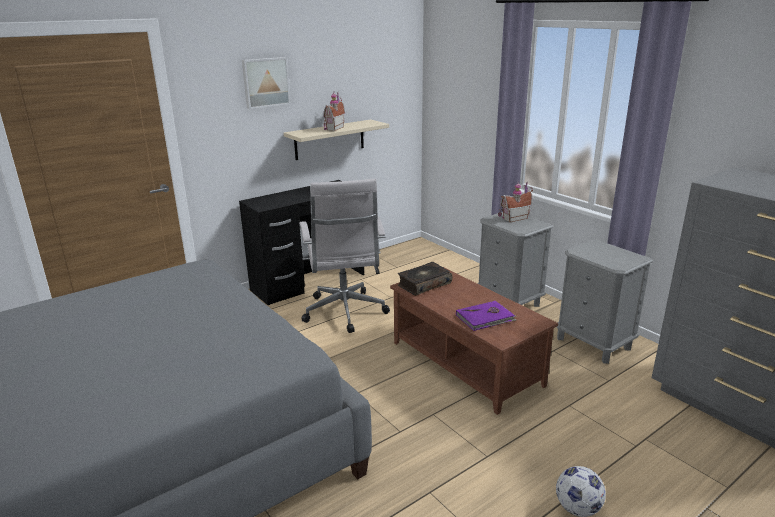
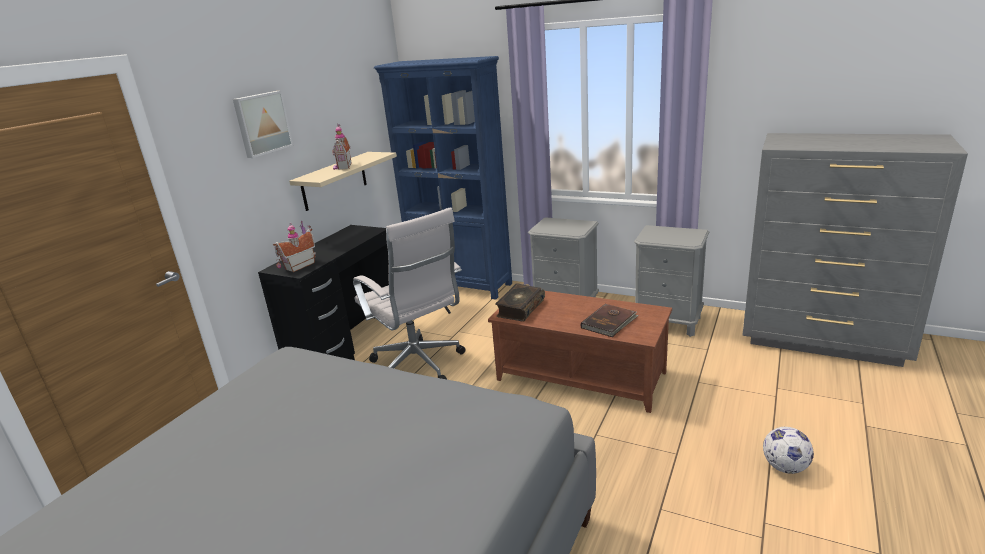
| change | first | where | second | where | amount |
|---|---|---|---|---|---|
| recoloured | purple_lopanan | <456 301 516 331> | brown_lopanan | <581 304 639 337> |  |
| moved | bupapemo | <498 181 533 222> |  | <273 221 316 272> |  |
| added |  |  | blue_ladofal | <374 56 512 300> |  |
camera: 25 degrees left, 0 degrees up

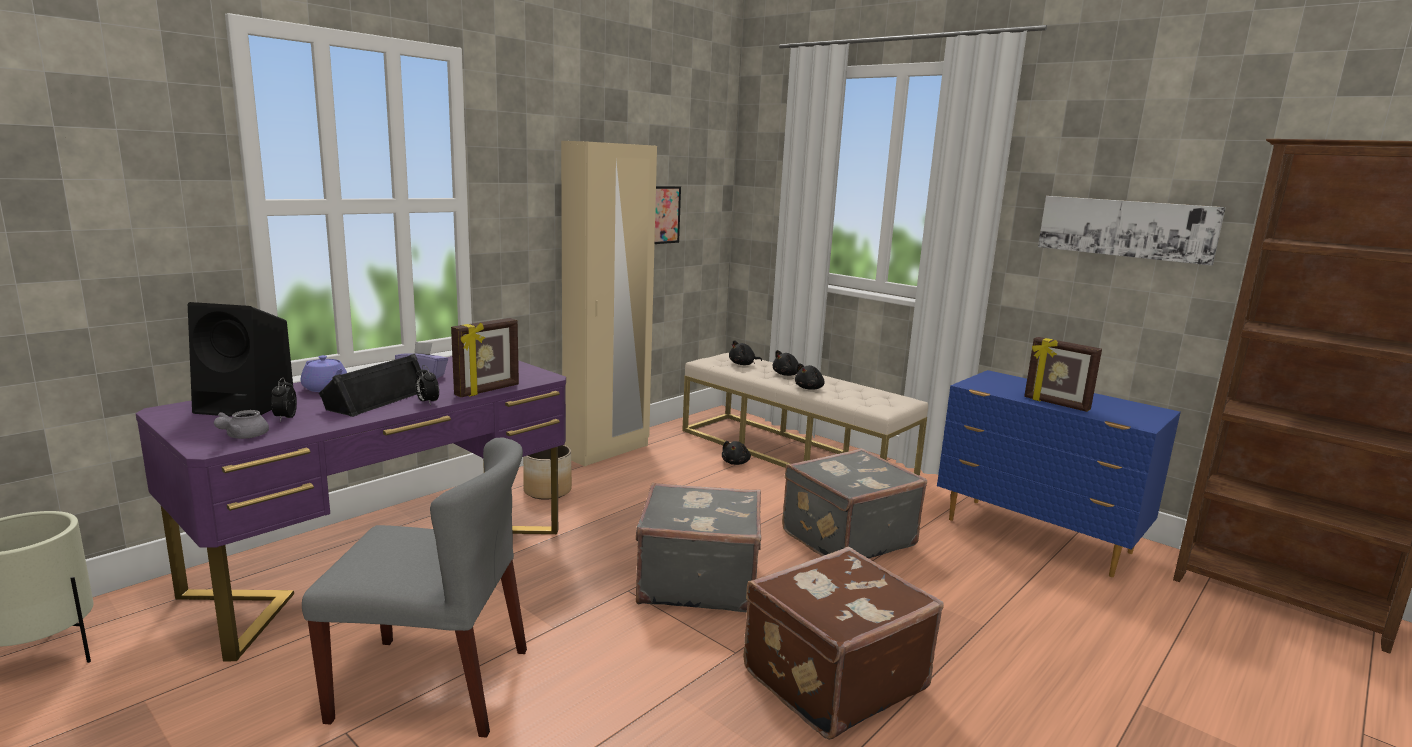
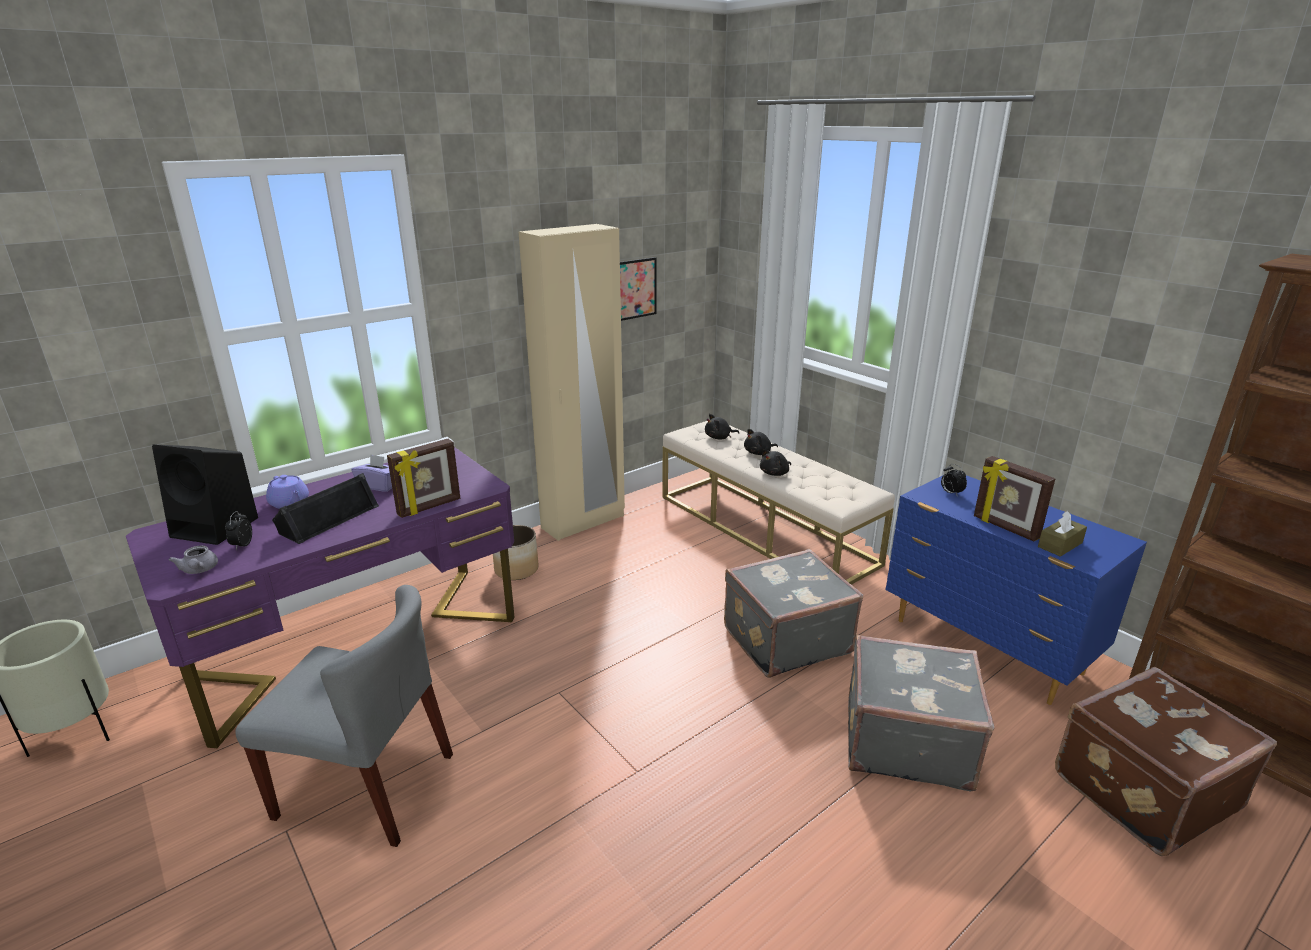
| change | first | where | second | where | amount |
|---|---|---|---|---|---|
| turned | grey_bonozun | <214 410 269 439> |  | <169 545 218 574> | 45 degrees counterclockwise |
| moved | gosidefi | <415 365 439 405> |  | <941 464 967 497> |  |
| moved | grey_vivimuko | <636 483 761 612> |  | <848 634 994 791> |  |
| removed | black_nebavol | <722 441 751 465> |  |  |  |
| moved | brown_vivimuko | <743 547 944 740> |  | <1055 667 1277 856> |  |
| removed | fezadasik | <1038 196 1226 266> |  |  |  |
| added |  |  | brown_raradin | <1038 511 1087 557> |  |
camera: 10 degrees right, 10 degrees up

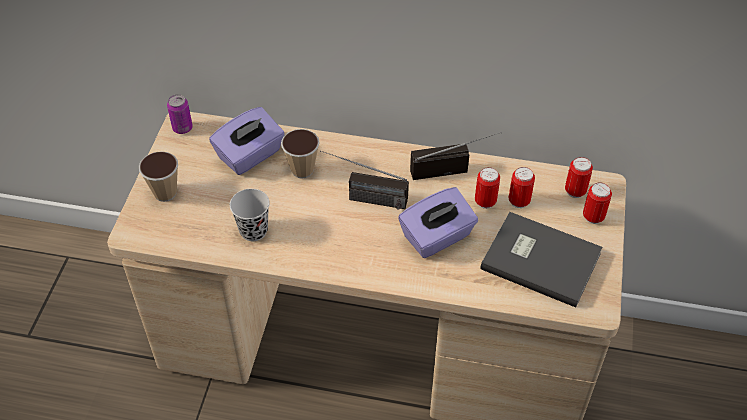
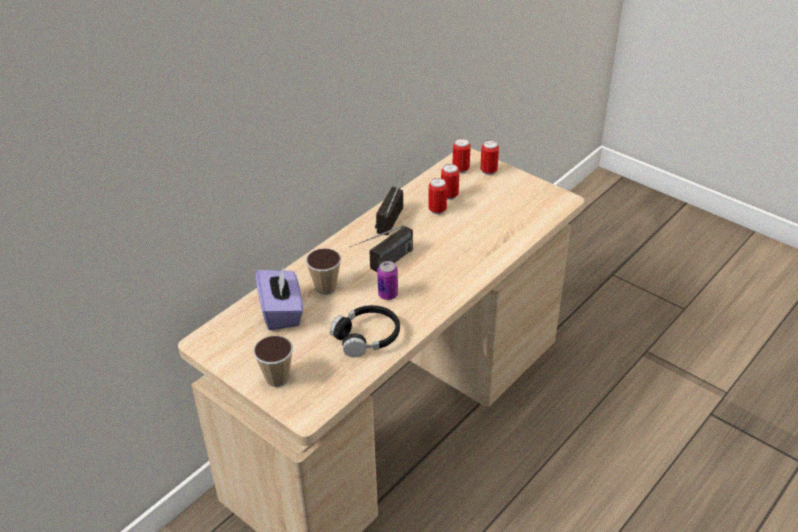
| change | first | where | second | where | amount |
|---|---|---|---|---|---|
| moved | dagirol | <167 94 193 134> |  | <377 261 398 300> |  |
| replaced | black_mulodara | <230 189 270 241> | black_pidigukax | <330 305 400 357> |  |
| removed | purple_raradin | <398 187 478 258> |  |  |  |
| removed | grey_lopanan | <480 212 603 308> |  |  |  |
camera: 60 degrees left, 10 degrees down

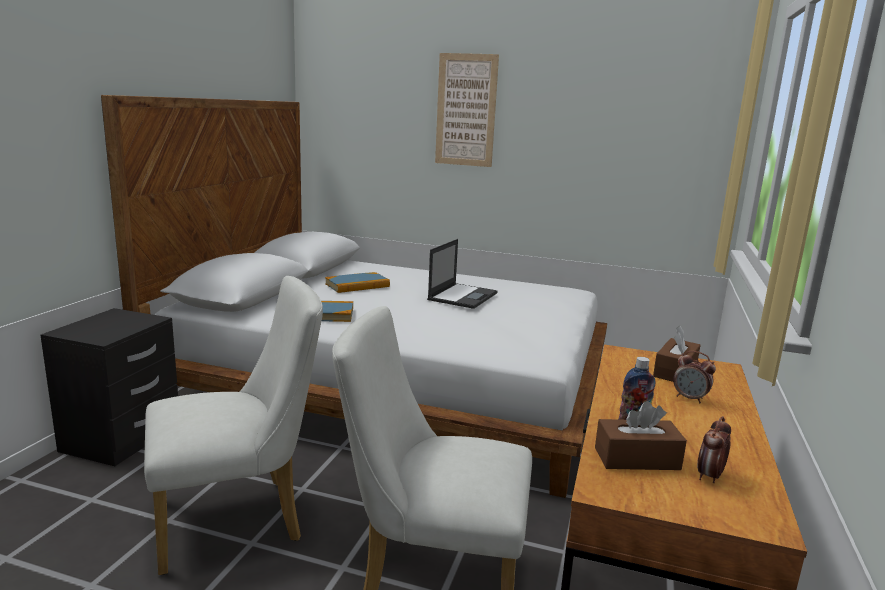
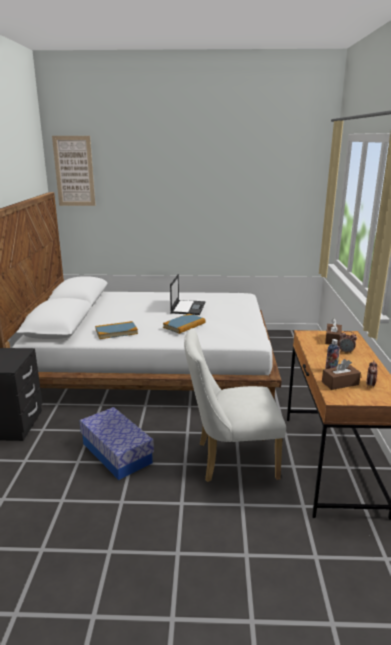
| change | first | where | second | where | amount |
|---|---|---|---|---|---|
| replaced | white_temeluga | <144 276 323 575> | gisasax | <80 407 154 480> |  |
| moved | lopanan | <325 272 390 293> |  | <163 314 205 334> |  |
| moved | fezadasik | <435 53 499 167> |  | <52 136 95 206> |  |
camera: 15 degrees left, 5 degrees up

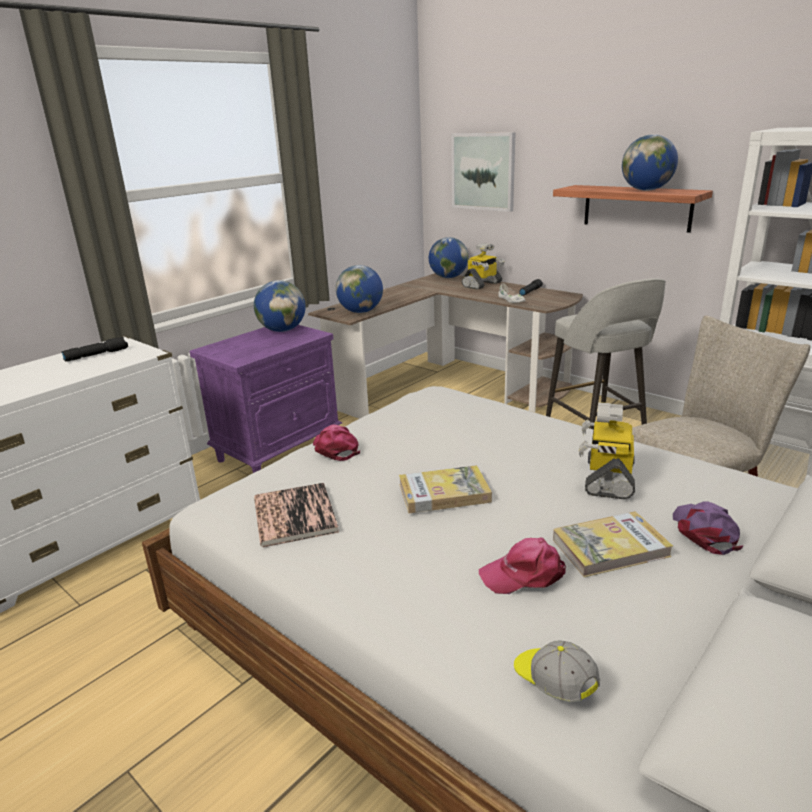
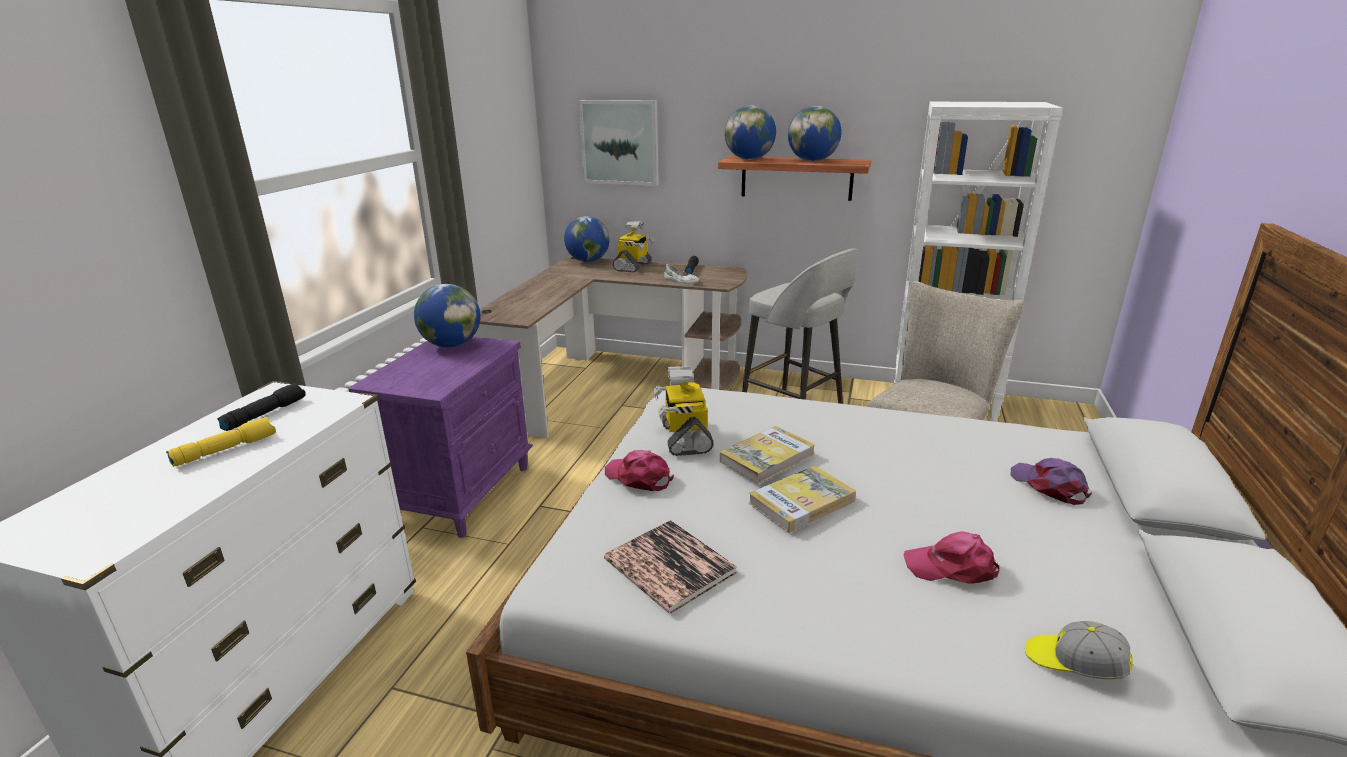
| change | first | where | second | where | amount |
|---|---|---|---|---|---|
| moved | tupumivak | <336 265 383 313> |  | <725 105 776 160> |  |
| turned | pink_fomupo | <479 538 566 594> |  | <904 531 999 584> | 45 degrees clockwise |
| moved | lopanan | <553 512 673 577> |  | <720 426 815 484> |  |
| moved | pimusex | <579 402 635 499> |  | <653 366 714 456> |  |
| added |  |  | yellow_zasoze | <166 417 276 467> |  |
camera: 25 degrees left, 0 degrees up

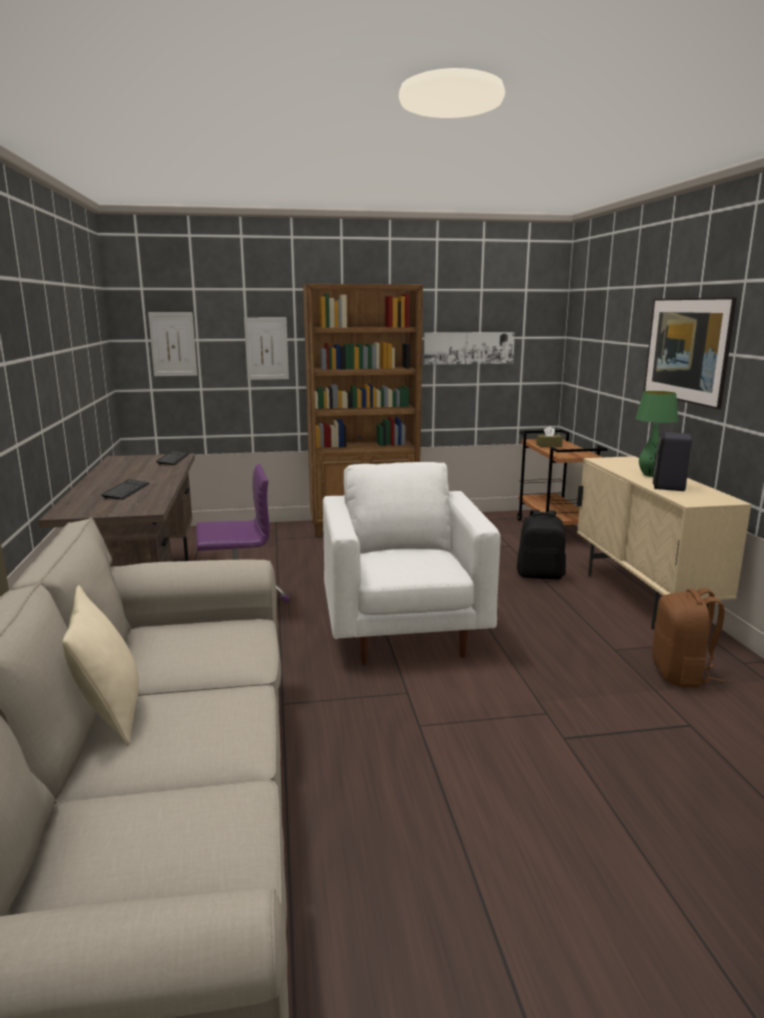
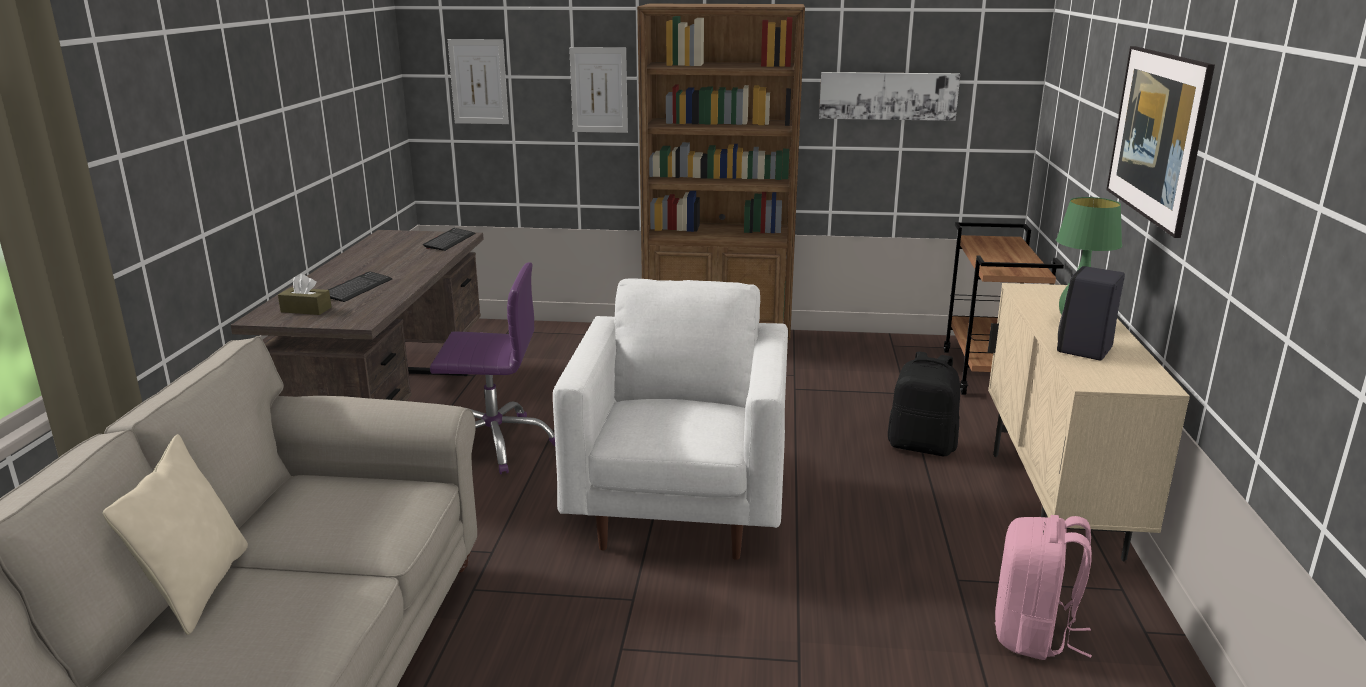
| change | first | where | second | where | amount |
|---|---|---|---|---|---|
| moved | brown_raradin | <536 426 563 447> |  | <278 274 331 315> |  |
| recoloured | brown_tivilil | <652 588 725 688> | pink_tivilil | <995 515 1092 660> |  |
camera: 15 degrees right, 5 degrees up

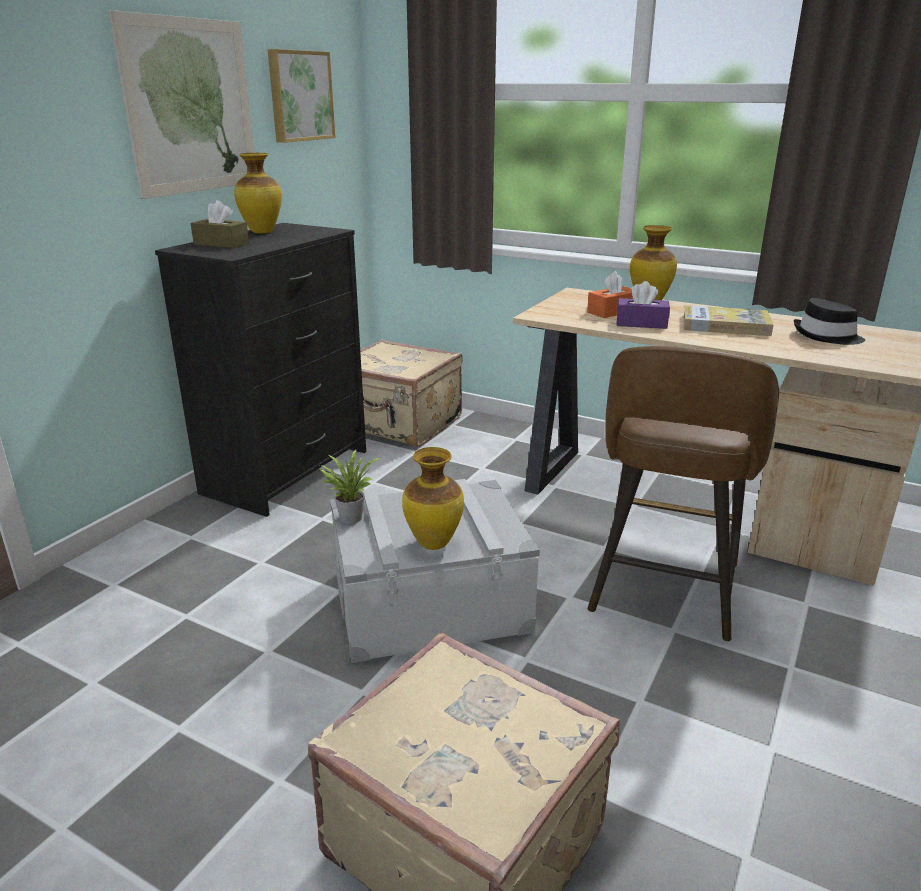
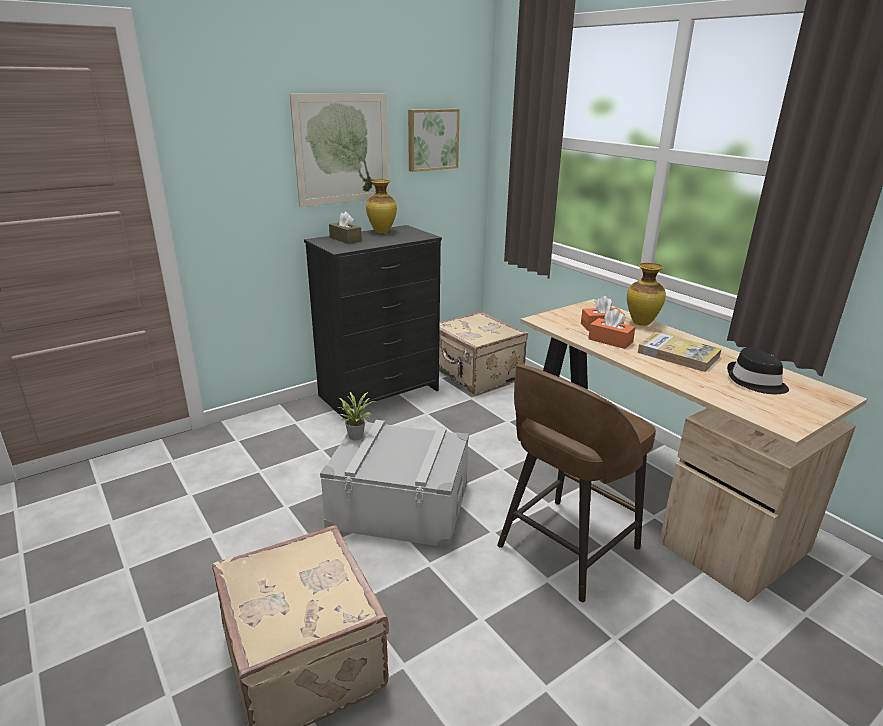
| change | first | where | second | where | amount |
|---|---|---|---|---|---|
| removed | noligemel | <402 447 464 550> |  |  |  |
| recoloured | purple_raradin | <616 281 670 329> | orange_raradin | <588 309 635 349> |  |
camera: 25 degrees right, 0 degrees up

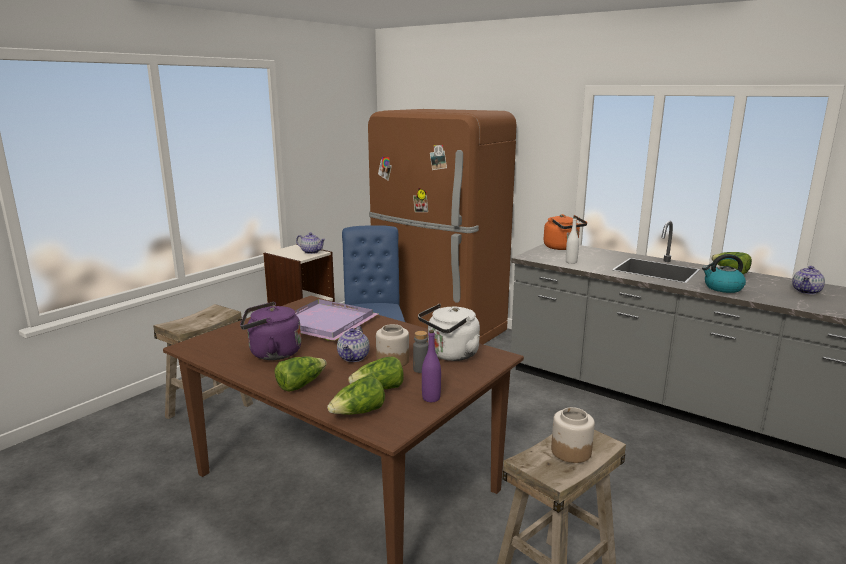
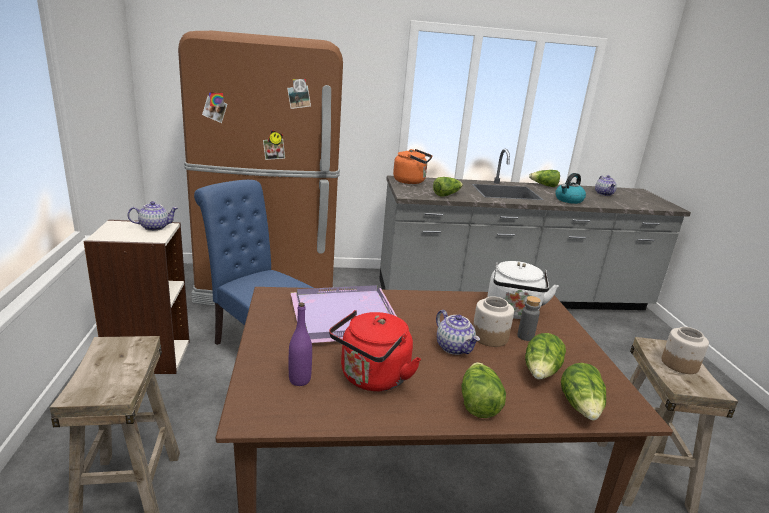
| change | first | where | second | where | amount |
|---|---|---|---|---|---|
| recoloured | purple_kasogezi | <240 302 301 360> | red_kasogezi | <329 310 421 391> |  |
| moved | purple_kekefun | <422 330 441 402> |  | <289 303 312 386> |  |
| replaced | white_kekefun | <566 217 579 264> | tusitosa | <433 177 463 197> |  |
camera: 45 degrees left, 5 degrees up

